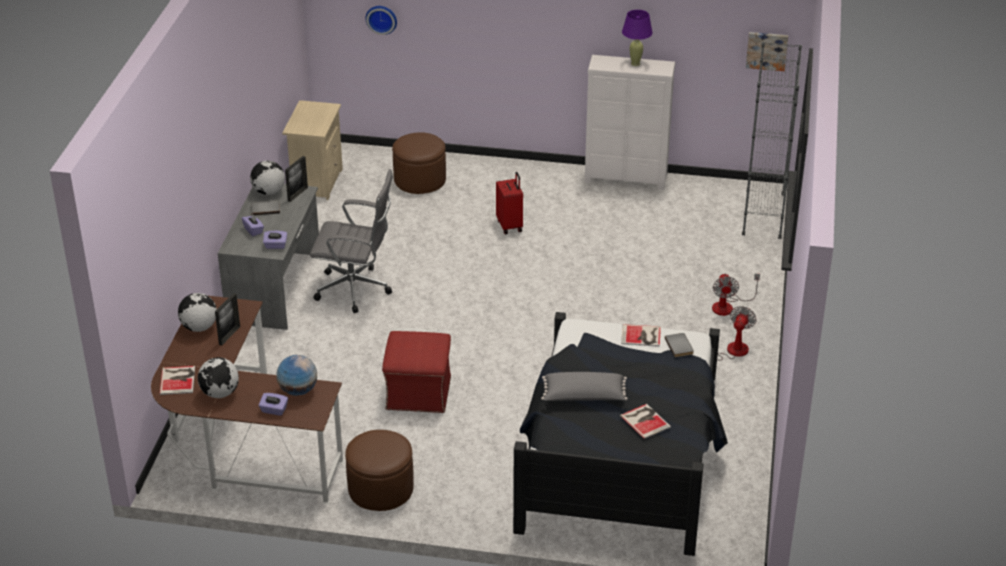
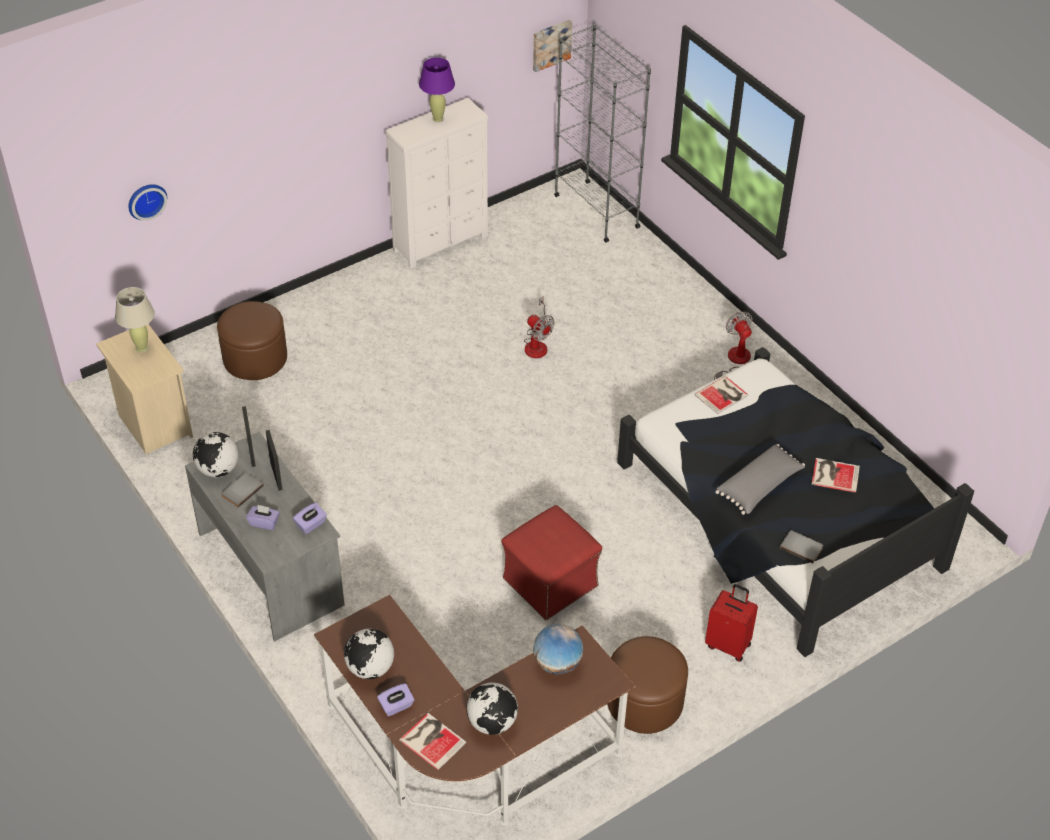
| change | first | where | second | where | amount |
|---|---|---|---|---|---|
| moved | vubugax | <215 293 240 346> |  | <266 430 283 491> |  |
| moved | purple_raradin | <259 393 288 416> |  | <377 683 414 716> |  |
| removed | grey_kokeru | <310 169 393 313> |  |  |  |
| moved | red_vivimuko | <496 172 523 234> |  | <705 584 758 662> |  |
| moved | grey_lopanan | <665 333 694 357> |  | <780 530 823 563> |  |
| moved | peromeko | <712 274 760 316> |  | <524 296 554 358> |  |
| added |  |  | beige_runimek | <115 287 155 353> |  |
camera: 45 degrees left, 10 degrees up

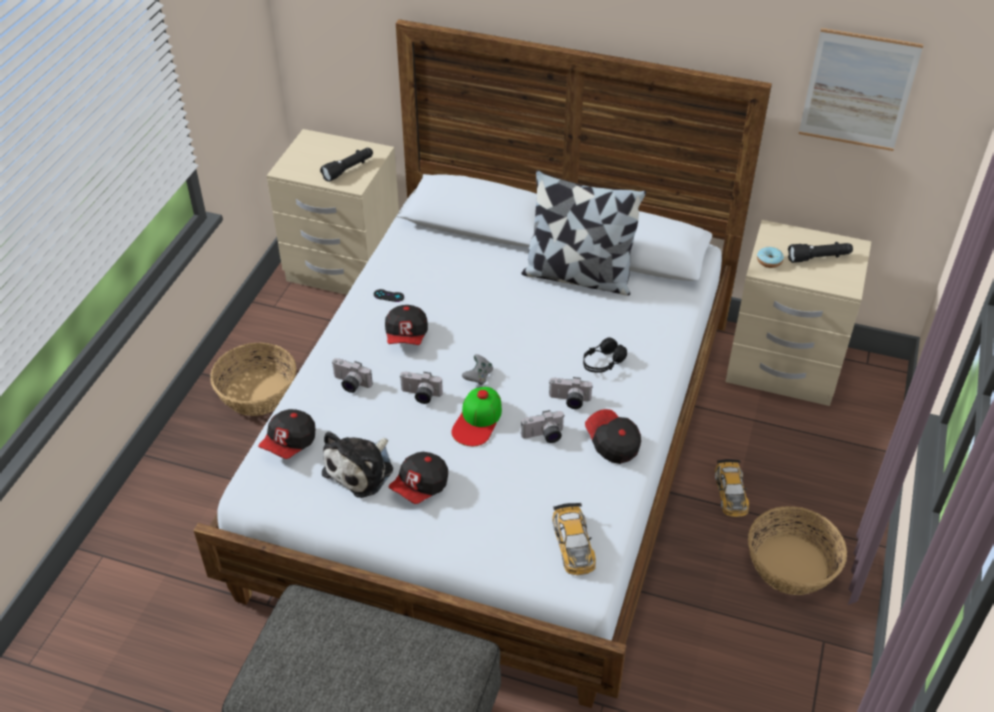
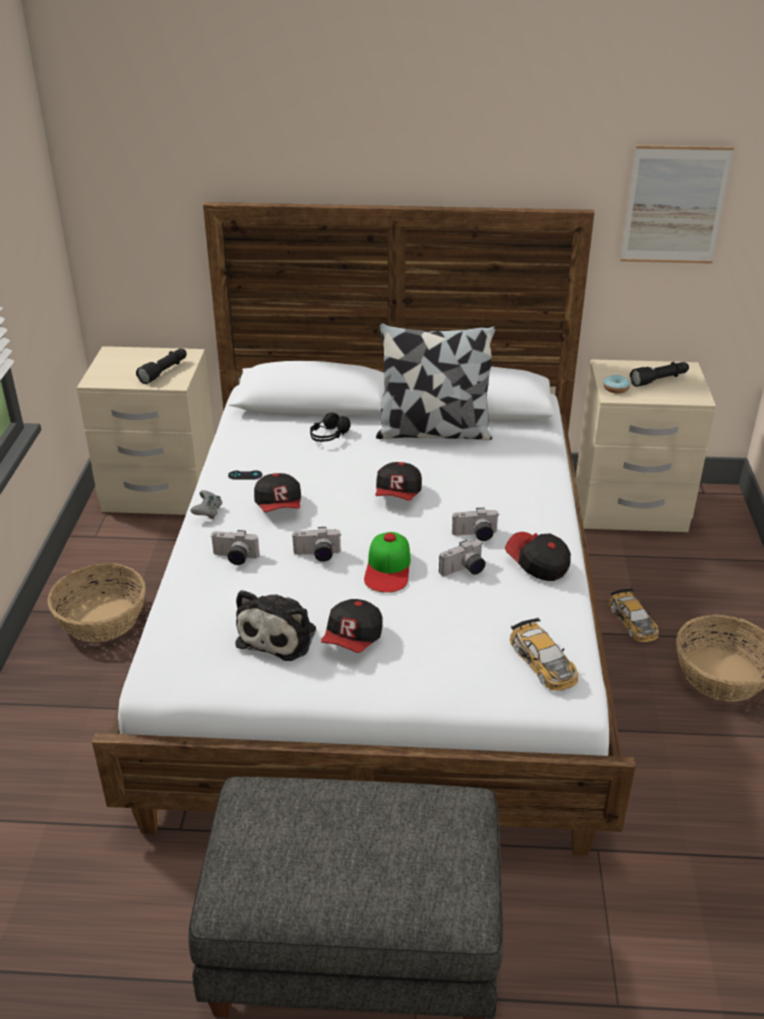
| change | first | where | second | where | amount |
|---|---|---|---|---|---|
| moved | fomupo | <258 409 315 459> |  | <375 462 422 501> |  |
| moved | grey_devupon | <462 354 493 385> |  | <190 490 222 519> |  |
| moved | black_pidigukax | <583 338 627 373> |  | <310 412 351 442> |  |
camera: 15 degrees left, 10 degrees down

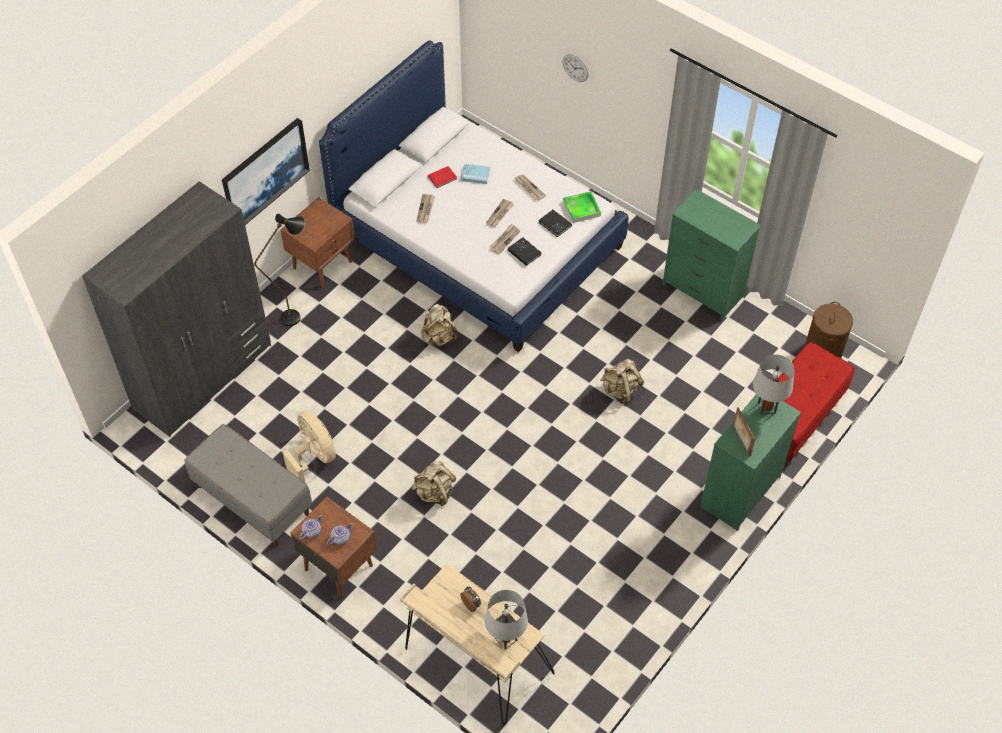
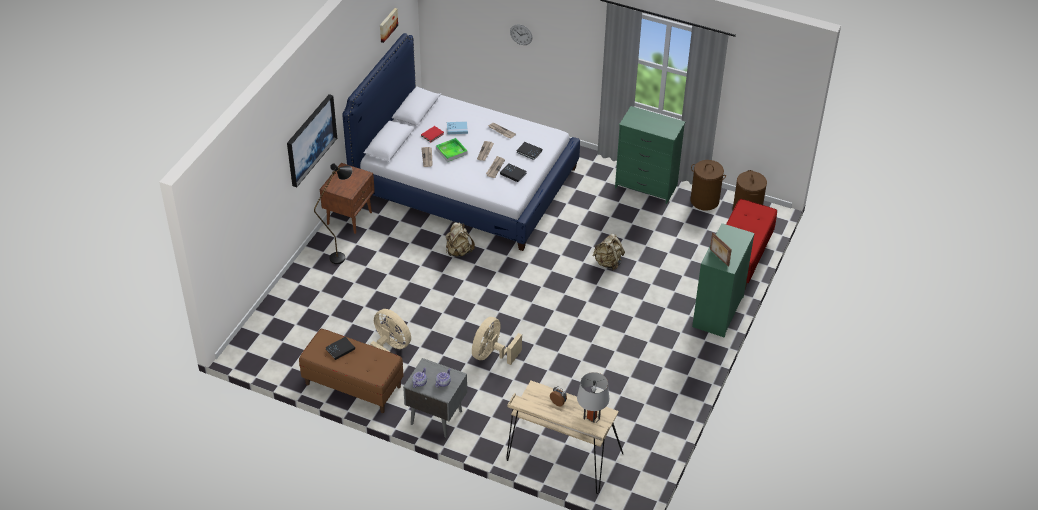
| change | first | where | second | where | amount |
|---|---|---|---|---|---|
| removed | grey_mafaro | <82 181 271 437> |  |  |  |
| recoloured | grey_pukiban | <185 424 312 547> | brown_pukiban | <299 329 404 413> |  |
| recoloured | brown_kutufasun | <290 497 377 598> | grey_kutufasun | <403 358 467 437> |  |
| replaced | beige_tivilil | <412 461 456 506> | beige_peromeko | <472 317 522 365> |  |
| moved | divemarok | <563 191 601 223> |  | <436 138 468 162> |  |
| removed | grey_runimek | <753 355 795 415> |  |  |  |
| added |  |  | black_lopanan | <326 337 355 360> |  |
| added |  |  | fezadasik | <380 8 398 43> |  |
| added |  |  | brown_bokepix | <690 160 726 211> |  |
camera: 15 degrees left, 10 degrees down

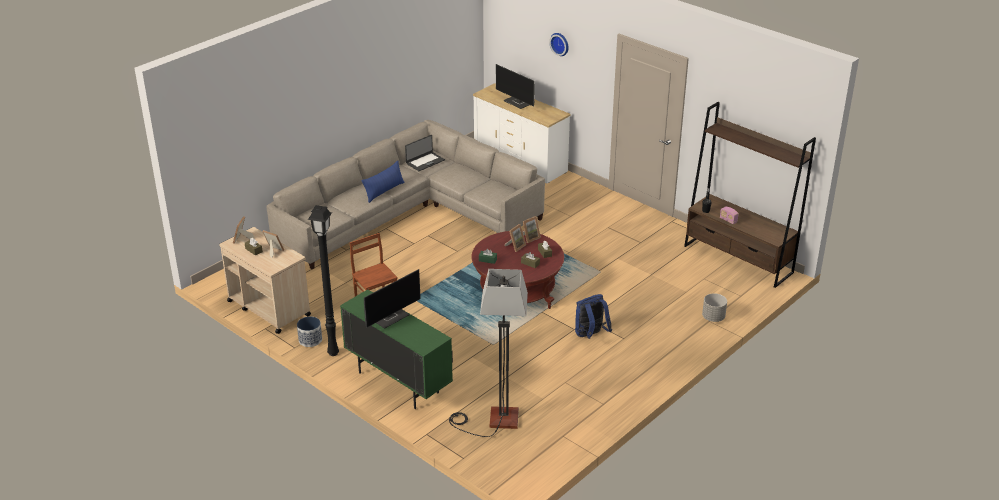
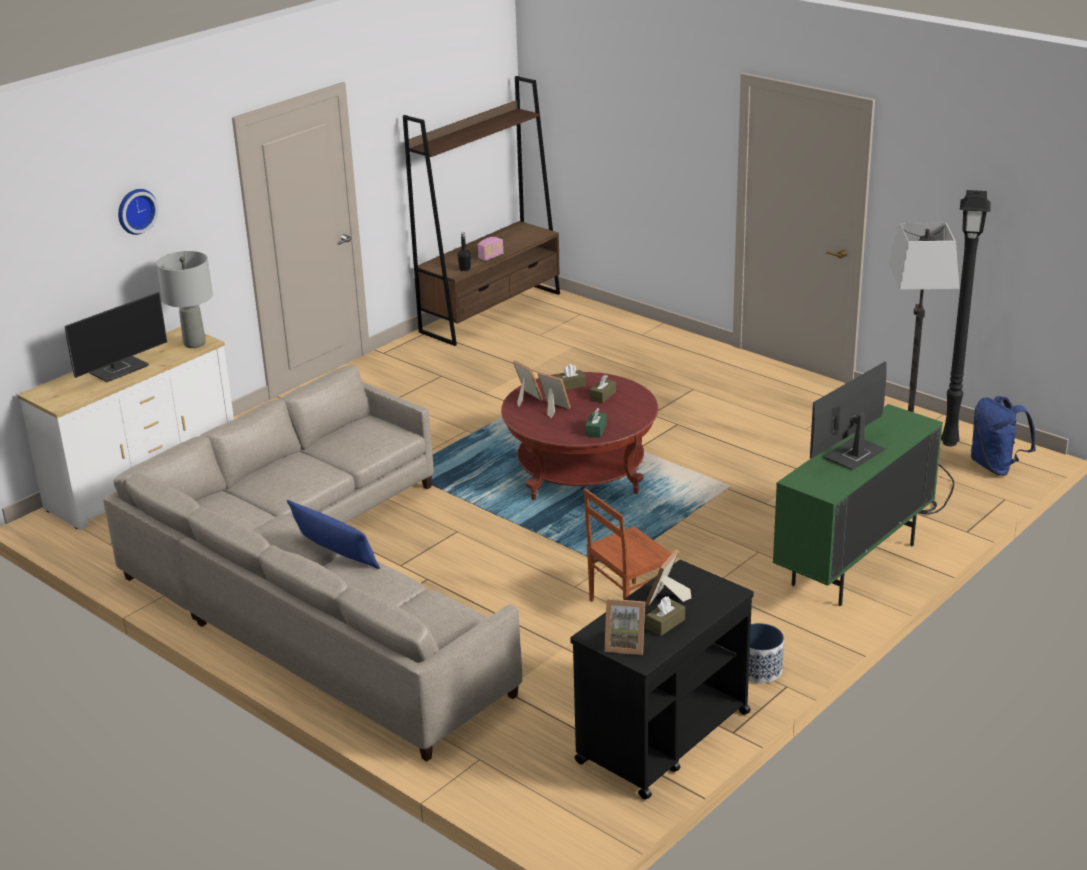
| change | first | where | second | where | amount |
|---|---|---|---|---|---|
| recoloured | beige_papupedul | <219 227 311 334> | black_papupedul | <570 560 754 799> |  |
| moved | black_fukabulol | <308 205 339 356> |  | <941 190 991 446> |  |
| turned | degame | <364 269 421 329> |  | <810 361 886 470> | 90 degrees counterclockwise |
| removed | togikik | <405 135 445 171> |  |  |  |
| moved | blue_tivilil | <575 294 612 339> |  | <971 396 1036 476> |  |
| removed | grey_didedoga | <702 293 727 322> |  |  |  |
| added |  |  | grey_runimek | <157 251 213 348> |  |
camera: 90 degrees left, 5 degrees down

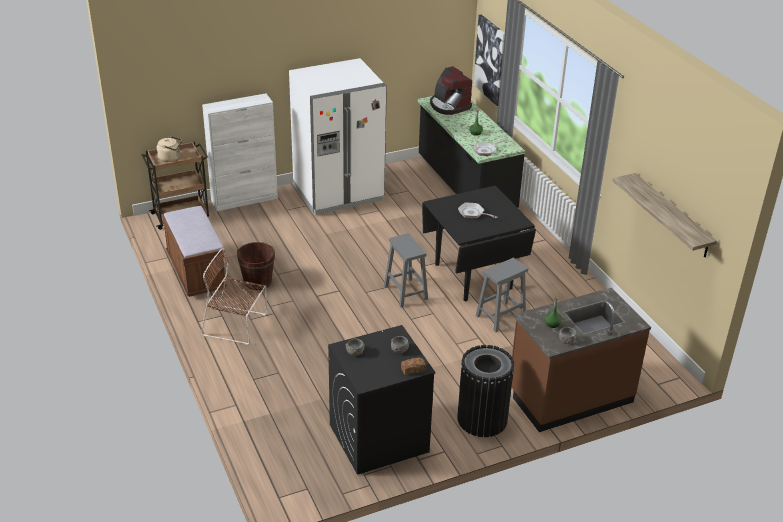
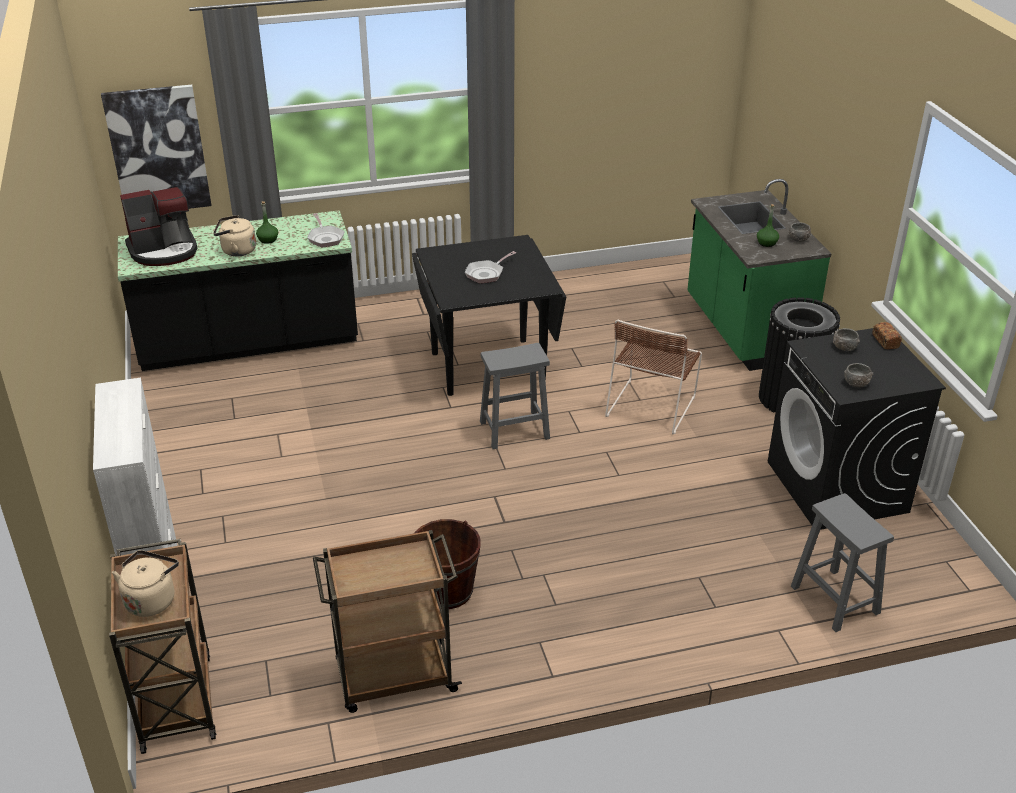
| change | first | where | second | where | amount |
|---|---|---|---|---|---|
| replaced | brown_pukiban | <162 206 227 297> | brown_papupedul | <313 530 462 713> |  |
| moved | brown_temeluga | <201 248 267 345> |  | <605 320 702 434> |  |
| removed | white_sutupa | <289 58 387 215> |  |  |  |
| moved | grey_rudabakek | <476 258 528 332> |  | <791 493 894 632> |  |
| recoloured | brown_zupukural | <512 288 651 432> | green_zupukural | <687 179 831 371> |  |
| removed | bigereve | <613 173 717 257> |  |  |  |
| added |  |  | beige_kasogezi | <213 215 256 256> |  |
camera: 80 degrees left, 0 degrees up

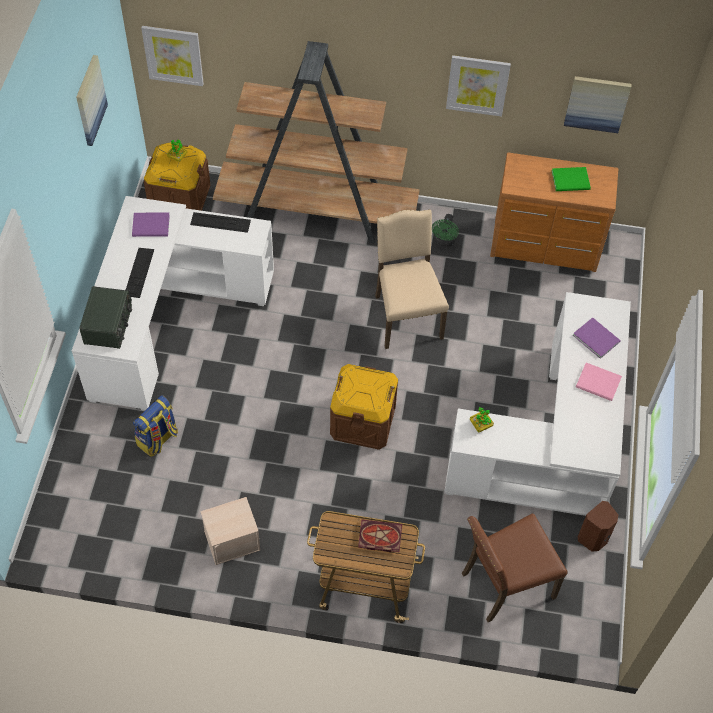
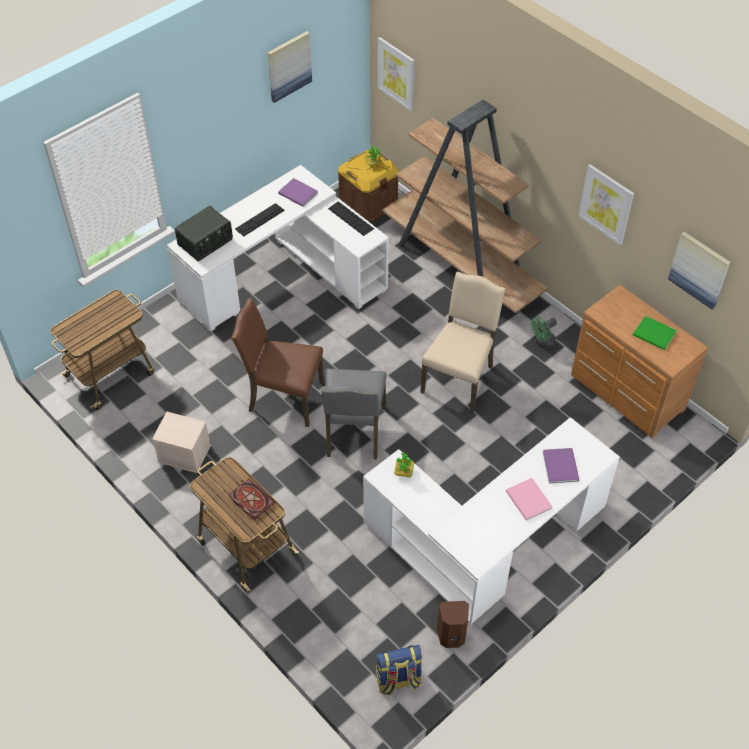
| change | first | where | second | where | amount |
|---|---|---|---|---|---|
| moved | tivilil | <133 395 178 457> |  | <376 645 422 696> |  |
| replaced | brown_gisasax | <330 364 398 450> | grey_temeluga | <321 369 387 460> |  |
| moved | brown_temeluga | <462 513 568 622> |  | <231 298 324 427> |  |
| added |  |  | papupedul | <51 290 154 410> |  |
camera: 40 degrees right, 5 degrees down

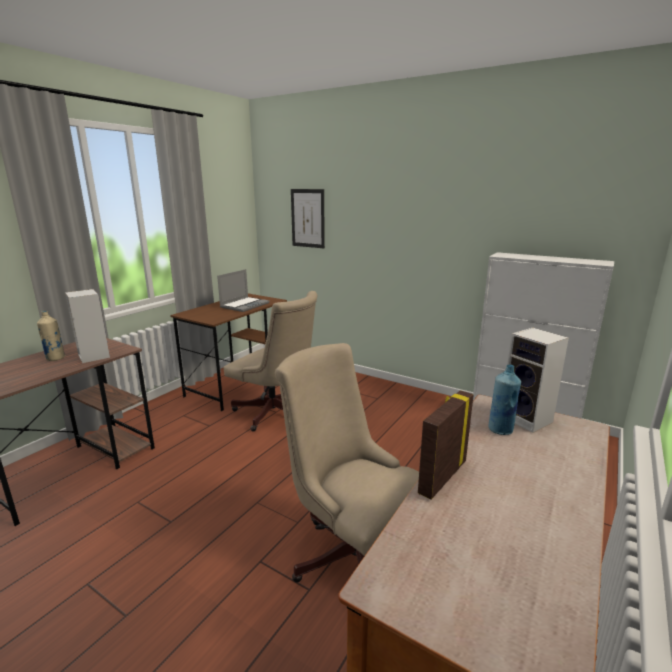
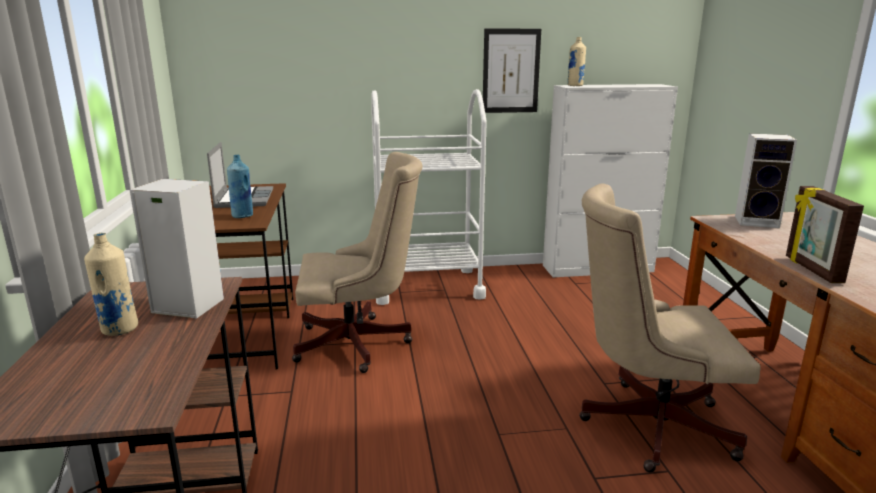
| change | first | where | second | where | amount |
|---|---|---|---|---|---|
| moved | fezadasik | <291 189 325 248> |  | <483 29 541 113> |  |
| moved | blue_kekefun | <488 365 521 435> |  | <227 155 253 218> |  |
| added |  |  | white_papupedul | <372 89 487 305> |  |
| added |  |  | beige_kekefun | <567 37 586 86> |  |
camera: 40 degrees left, 0 degrees up

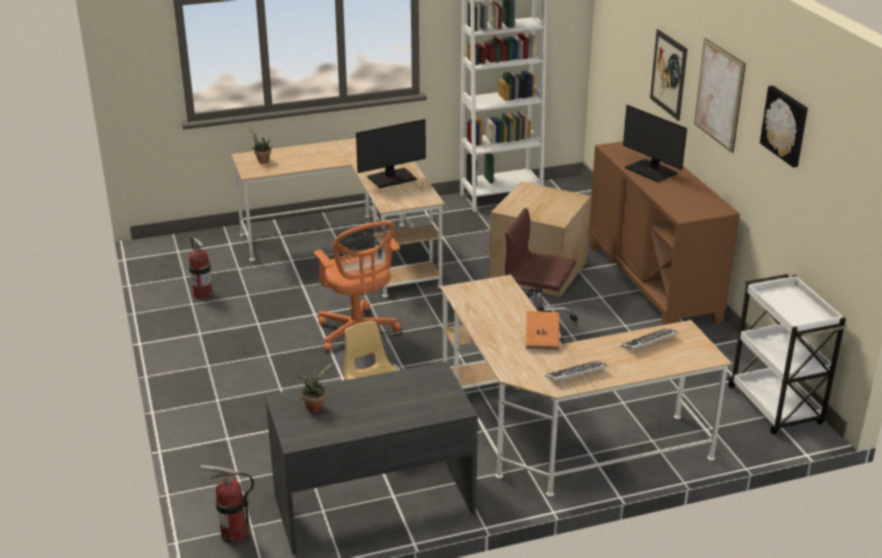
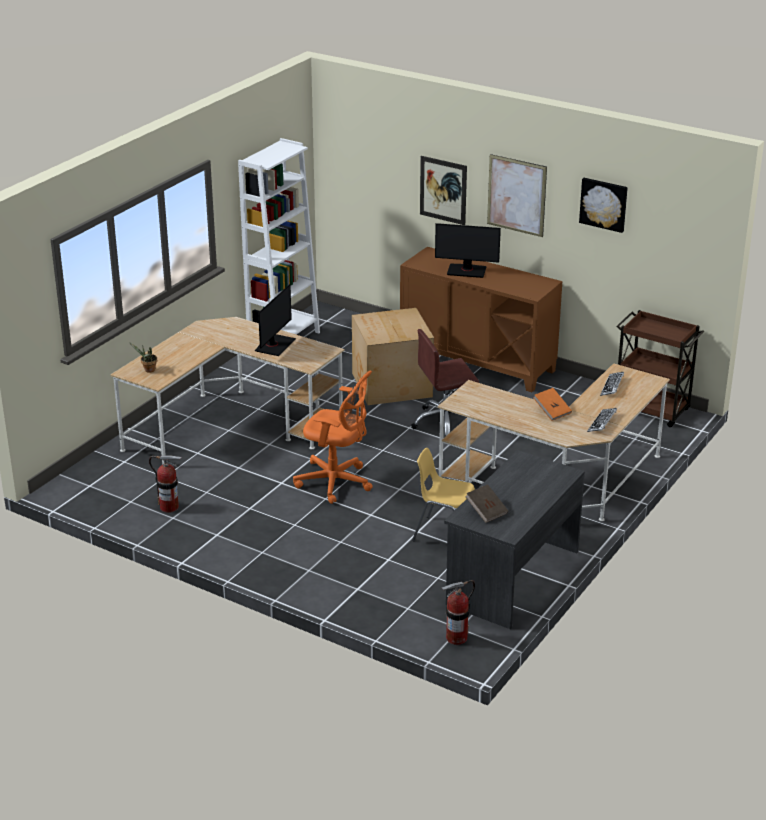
| change | first | where | second | where | amount |
|---|---|---|---|---|---|
| replaced | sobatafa | <296 362 335 412> | brown_lopanan | <465 484 508 523> |  |
| recoloured | white_papupedul | <728 274 847 435> | brown_papupedul | <616 310 704 427> |  |
camera: 40 degrees left, 0 degrees up

